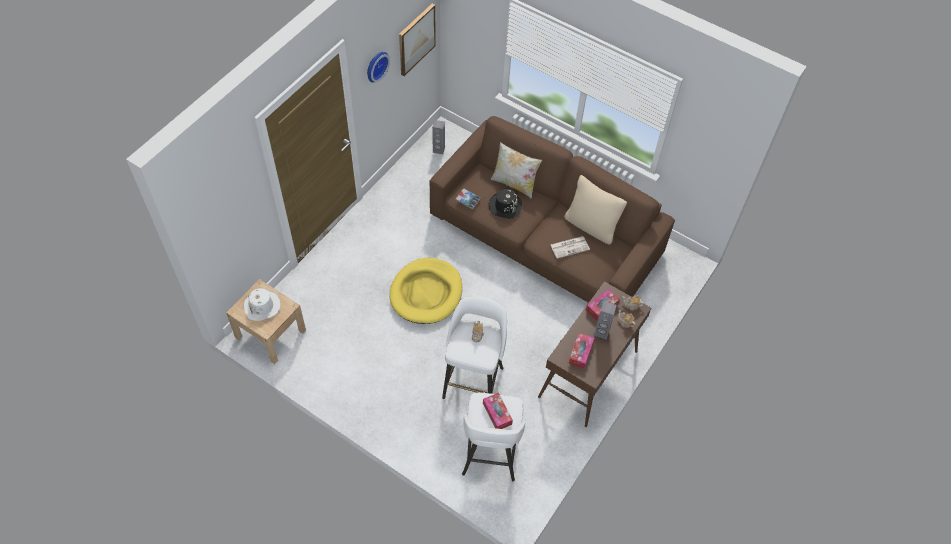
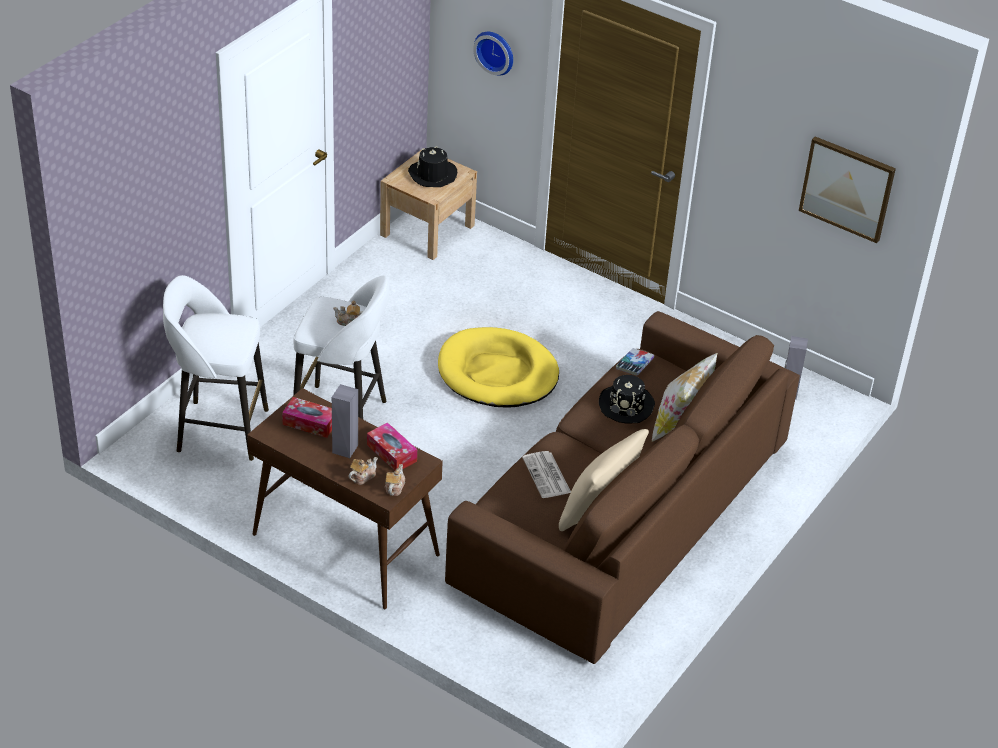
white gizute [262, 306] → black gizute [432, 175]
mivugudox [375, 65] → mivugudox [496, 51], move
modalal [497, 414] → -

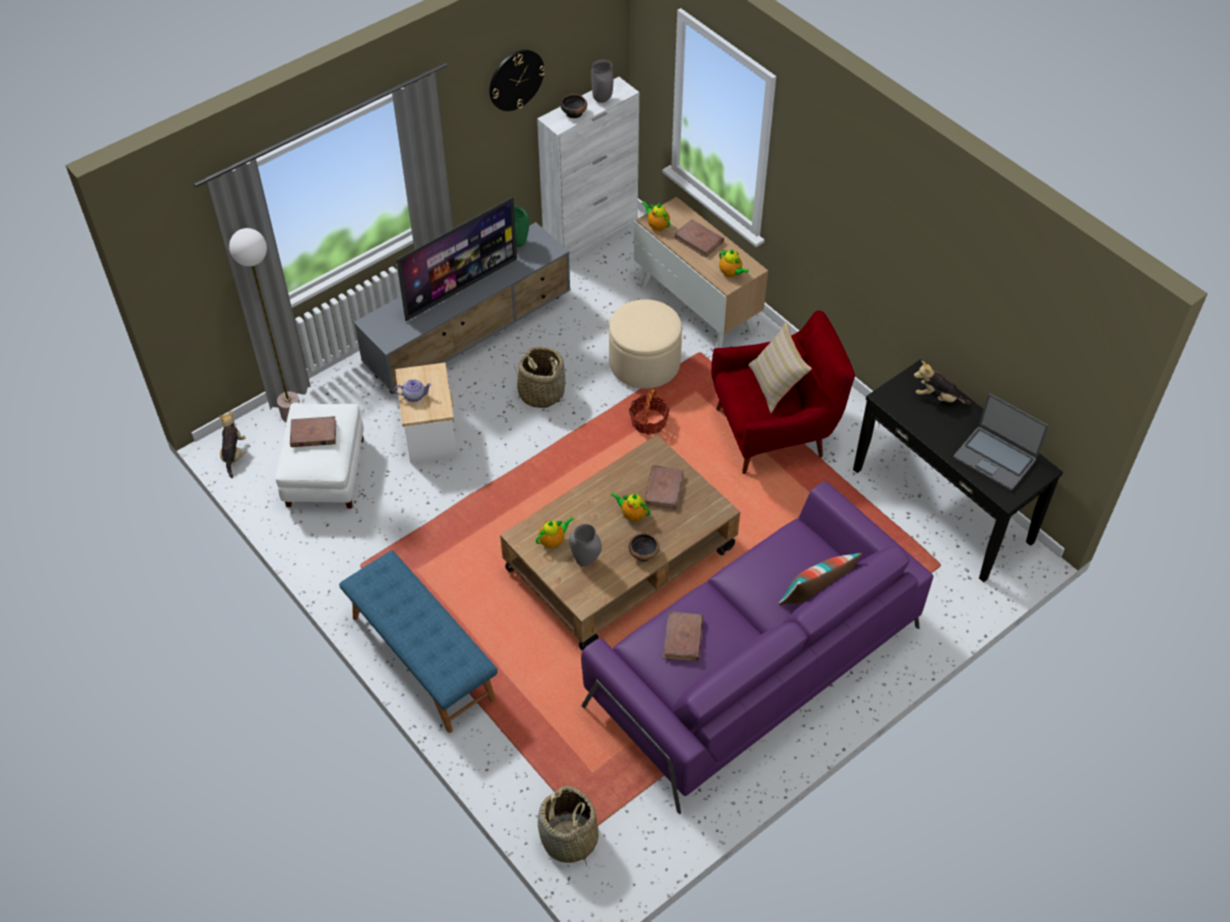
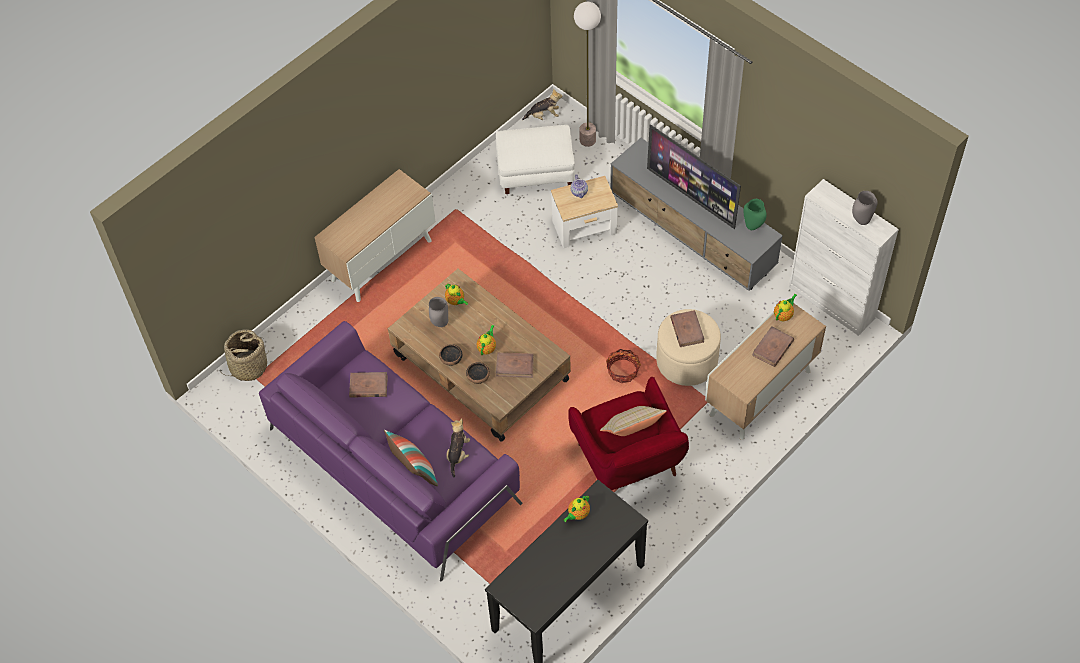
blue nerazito [421, 658] → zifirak [381, 259]
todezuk [938, 397] → todezuk [458, 454], move
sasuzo [573, 113] → sasuzo [478, 377], move
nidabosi [731, 273] → nidabosi [577, 514], move
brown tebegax [313, 434] → brown tebegax [687, 330], move
mivugudox [516, 80] → -
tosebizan [541, 393] → -
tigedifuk [995, 458] → -

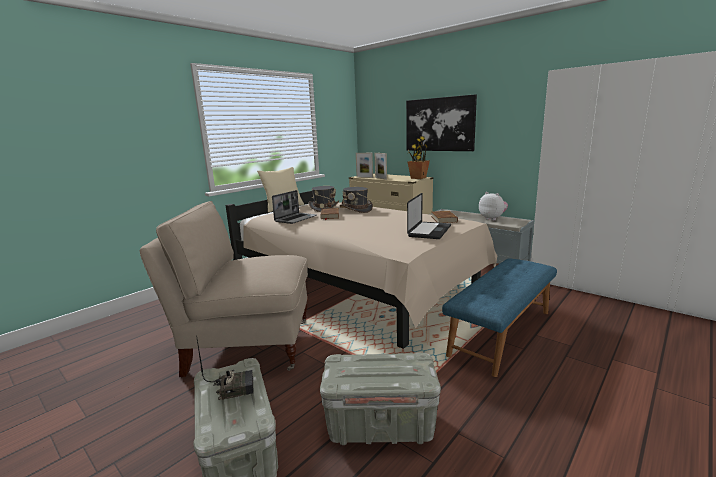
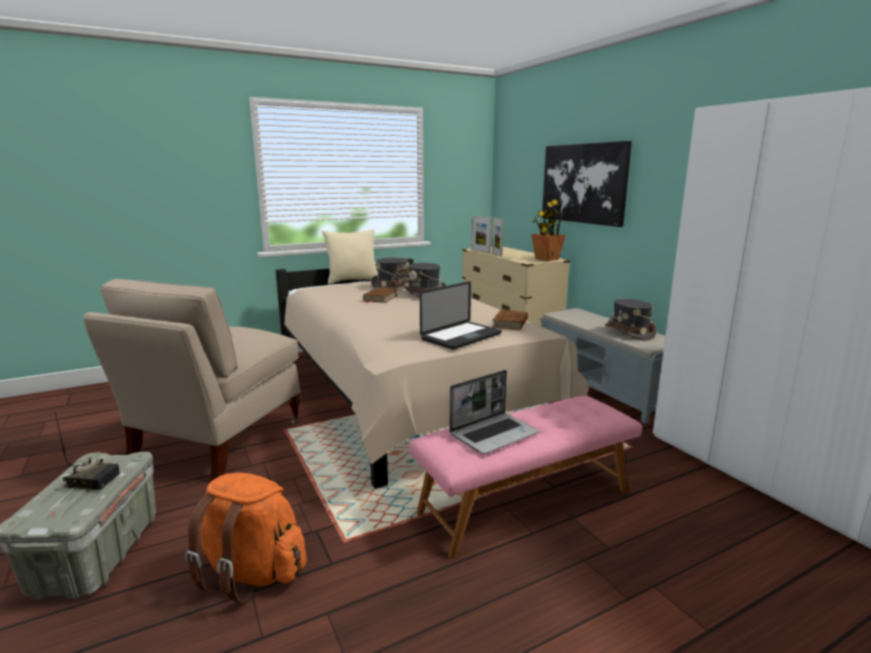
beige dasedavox [247, 346] → beige dasedavox [217, 442], 90 degrees counterclockwise
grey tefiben [380, 425] → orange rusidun [252, 573]
blue nerazito [500, 332] → pink nerazito [524, 501]
tigedifuk [296, 219] → tigedifuk [494, 434], move
todezuk [492, 218] → grey gizute [629, 333]

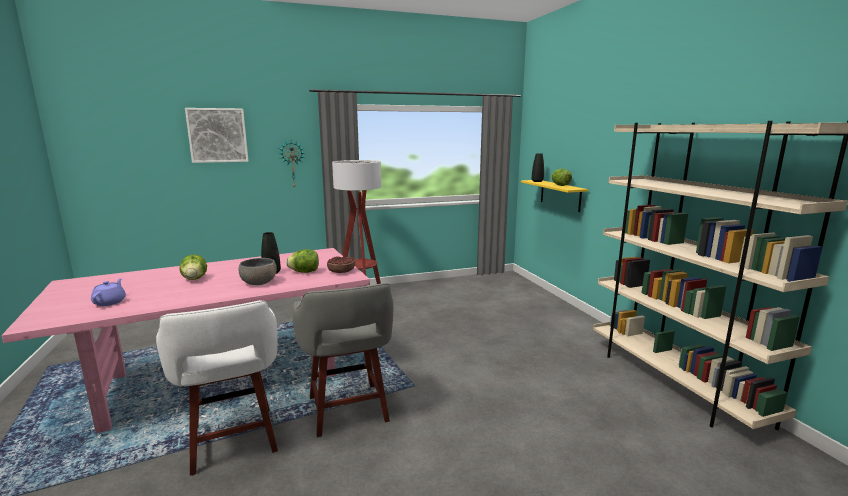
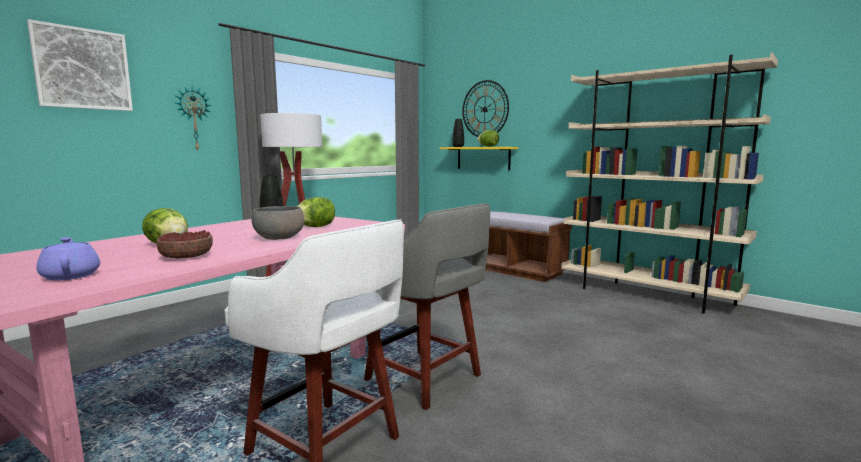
sasuzo [341, 271] → sasuzo [187, 257], move
- → mivugudox [485, 109]
- → brown nerazito [517, 271]

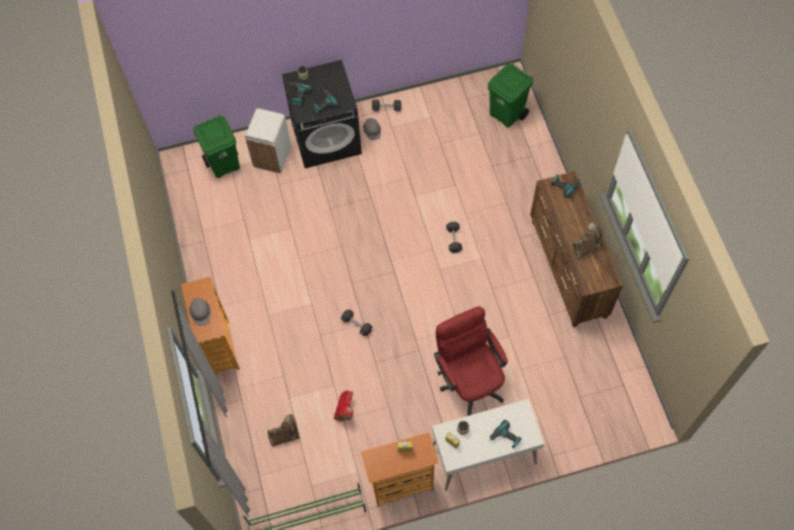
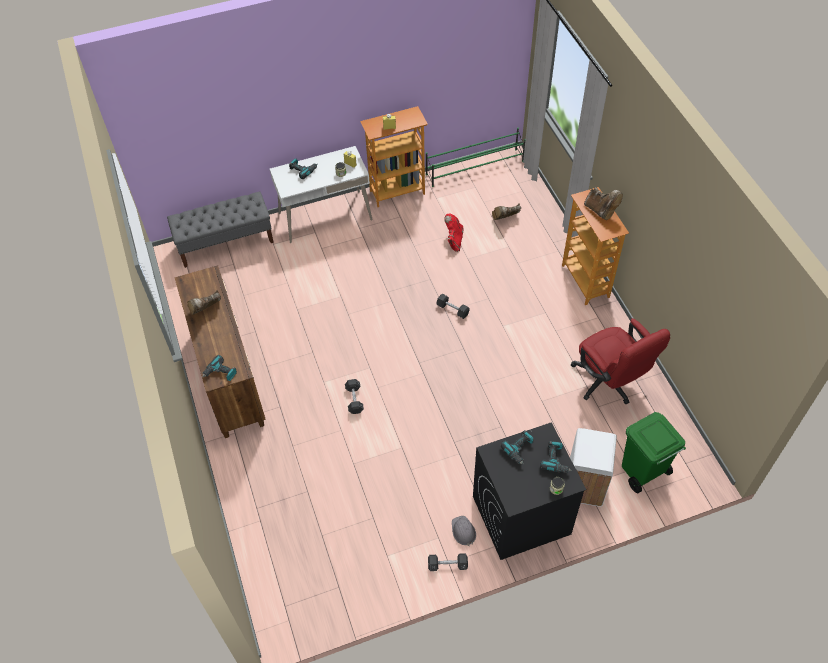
- → grey nerazito [226, 243]
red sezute [469, 379] → red sezute [609, 383], move
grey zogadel [200, 312] → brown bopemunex [600, 211]
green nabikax [507, 114] → -

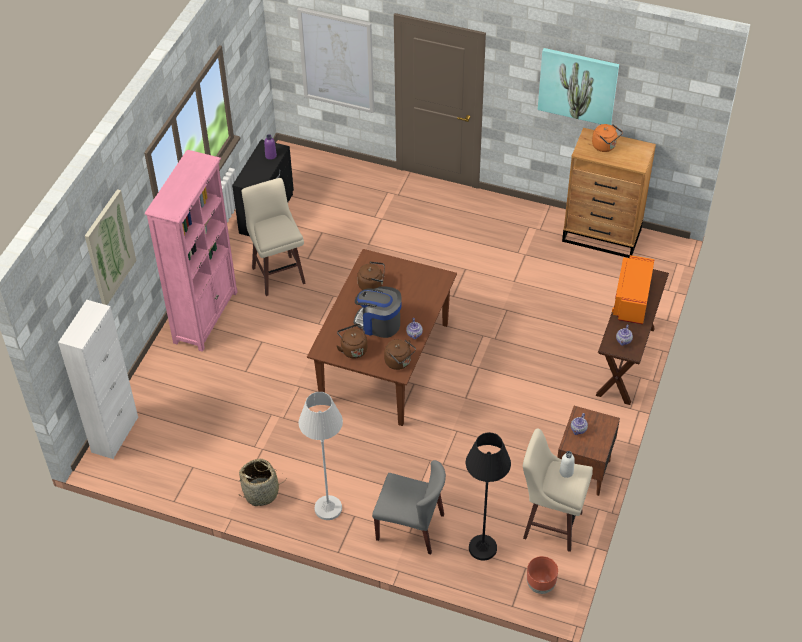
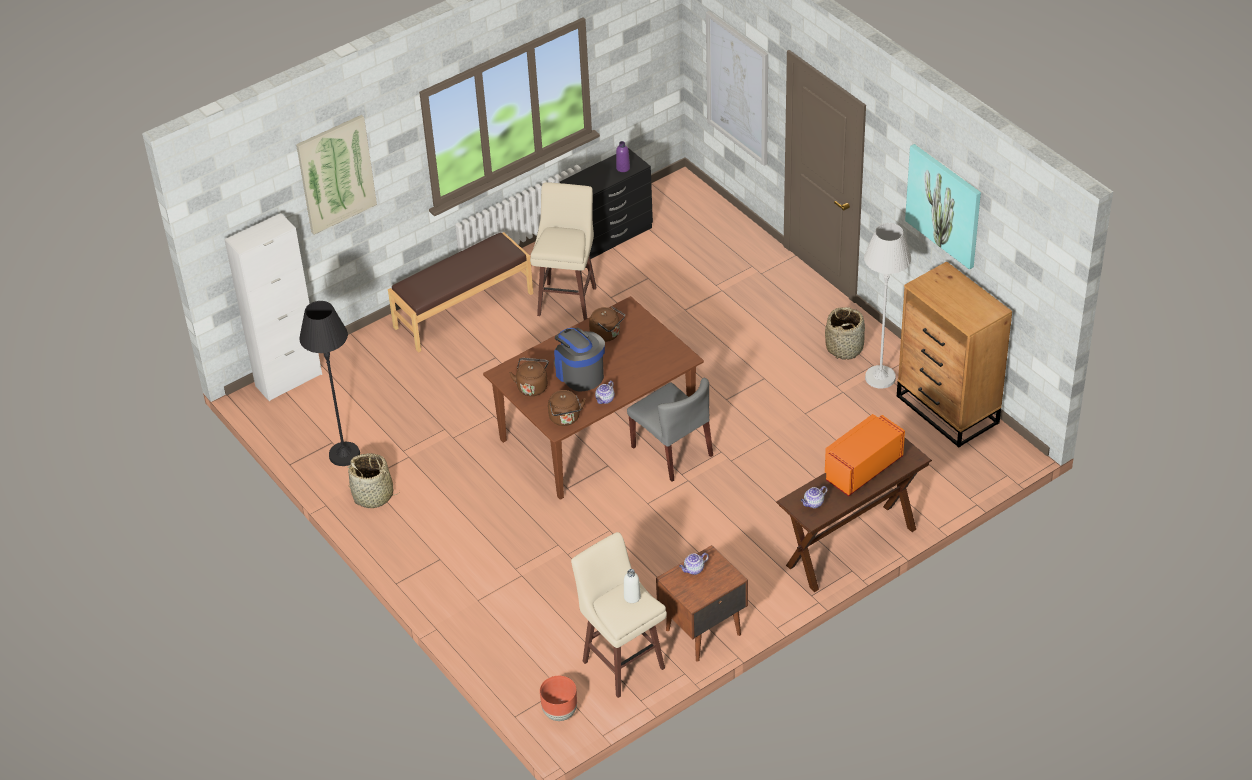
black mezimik [482, 548] → black mezimik [344, 454], move
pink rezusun [206, 316] → brown nerazito [463, 310]
grey dasedavox [411, 527] → grey dasedavox [672, 451], move
- → tosebizan [844, 347]
white mezimik [328, 508] → white mezimik [880, 377], move
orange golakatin [605, 146] → -

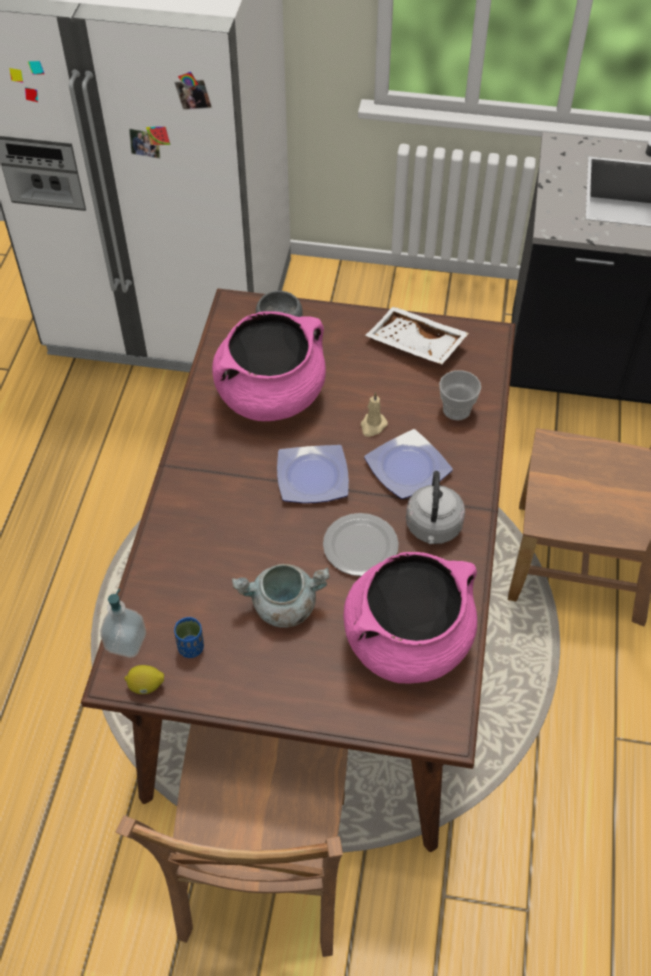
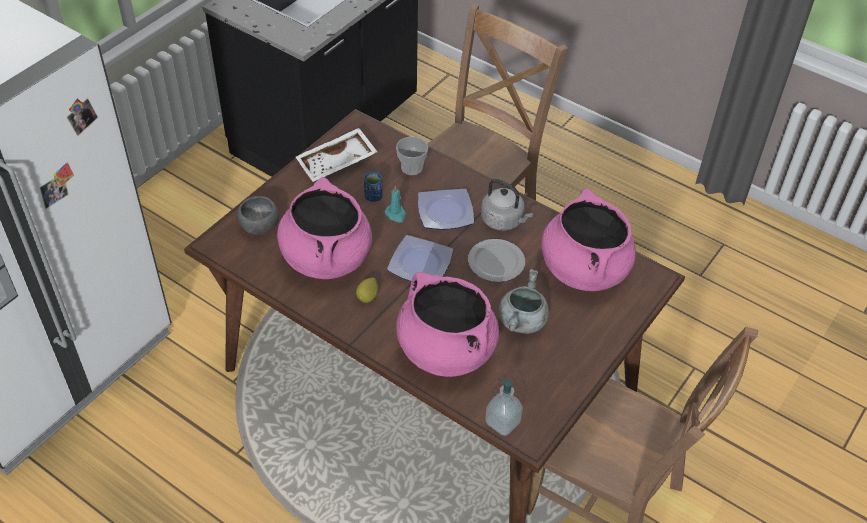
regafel [146, 686] → regafel [368, 297], move
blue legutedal [191, 647] → blue legutedal [373, 197], move
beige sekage [373, 426] → turquoise sekage [396, 214]
- → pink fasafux [445, 350]

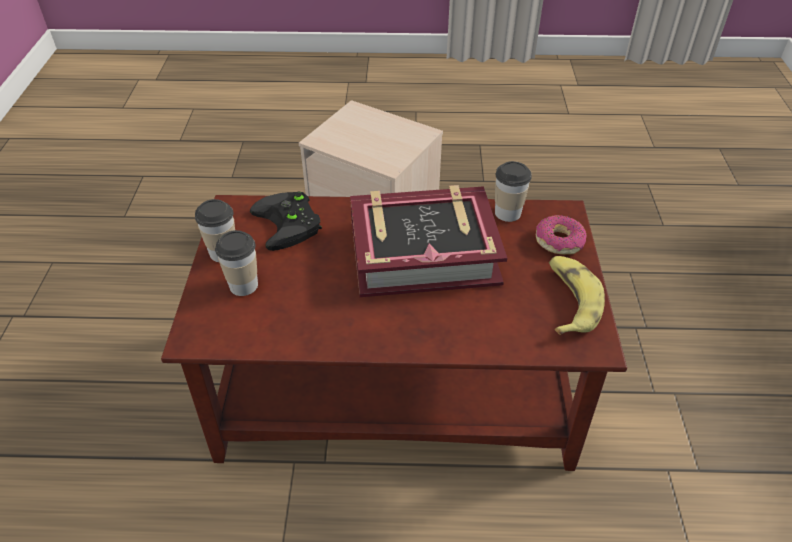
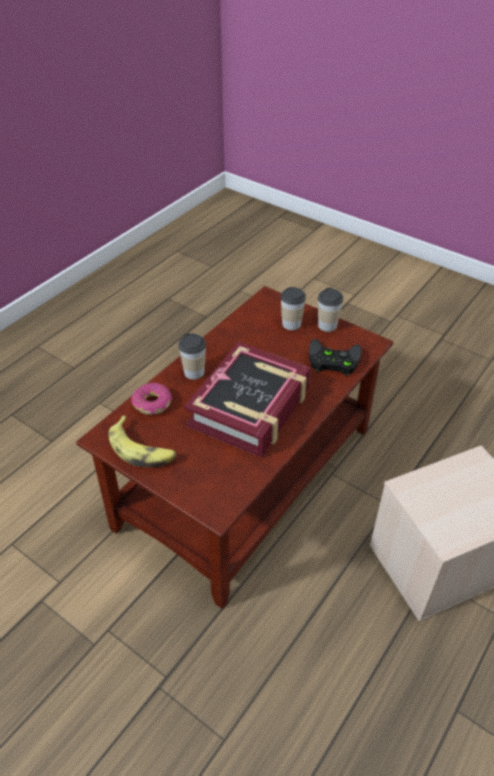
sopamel [559, 241] → sopamel [152, 404], move
legutedal [507, 213] → legutedal [194, 372], move

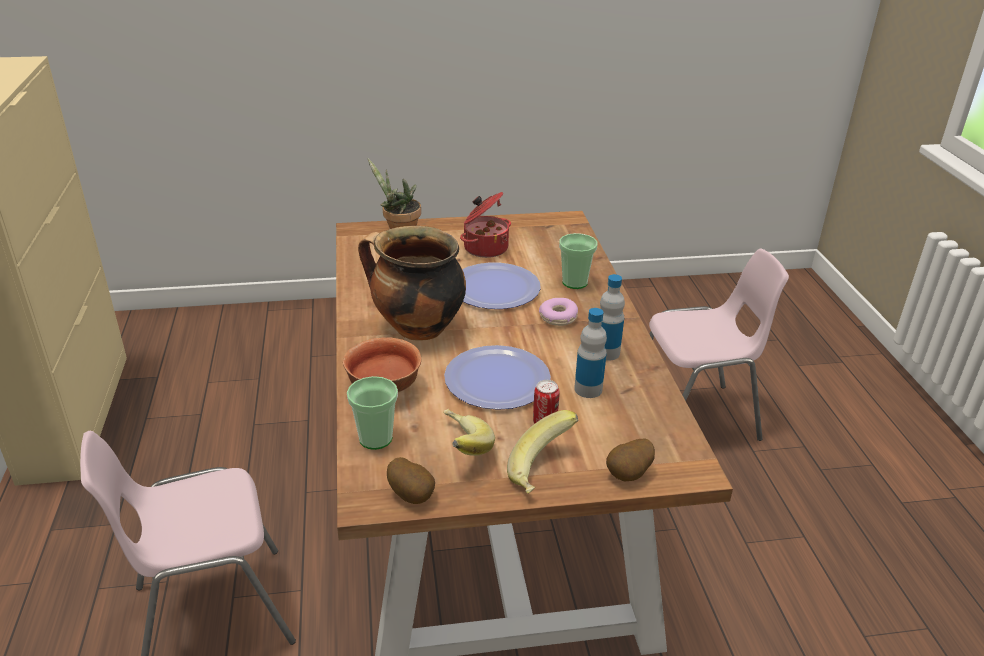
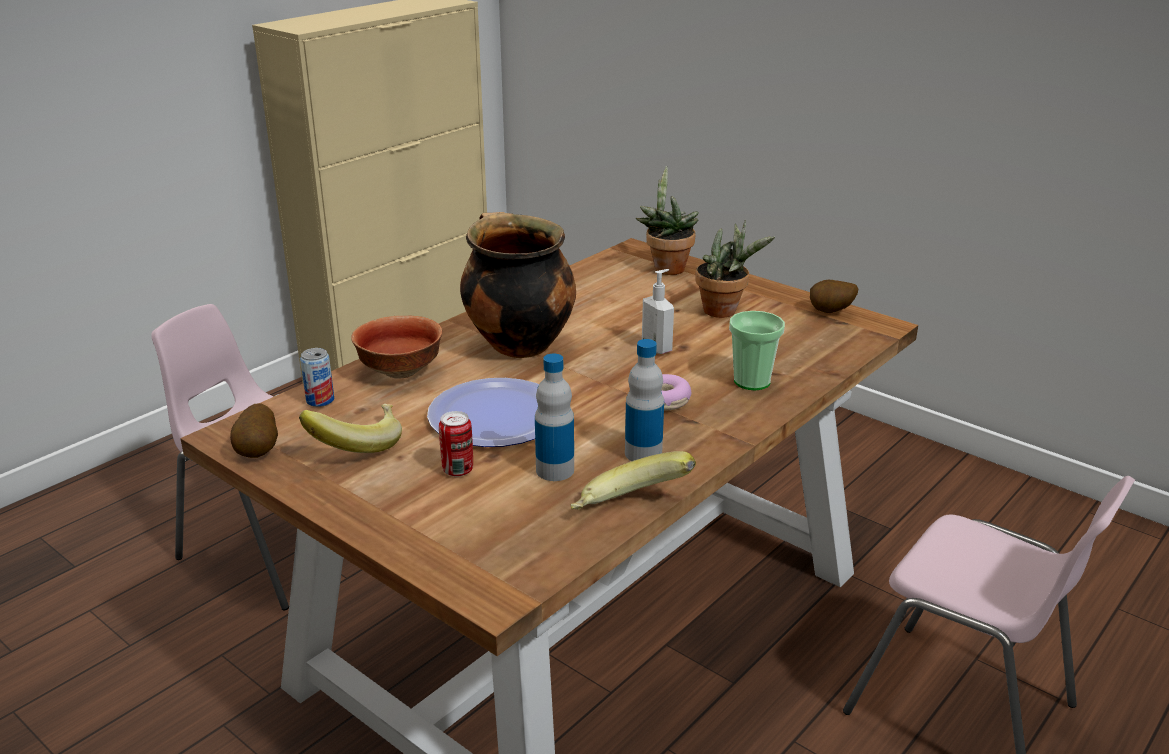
legutedal [375, 438] → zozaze [320, 400]
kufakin [543, 471] → kufakin [630, 511], move
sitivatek [494, 288] → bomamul [657, 348]
fasafux [485, 248] → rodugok [725, 311]
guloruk [629, 475] → guloruk [830, 313], move

